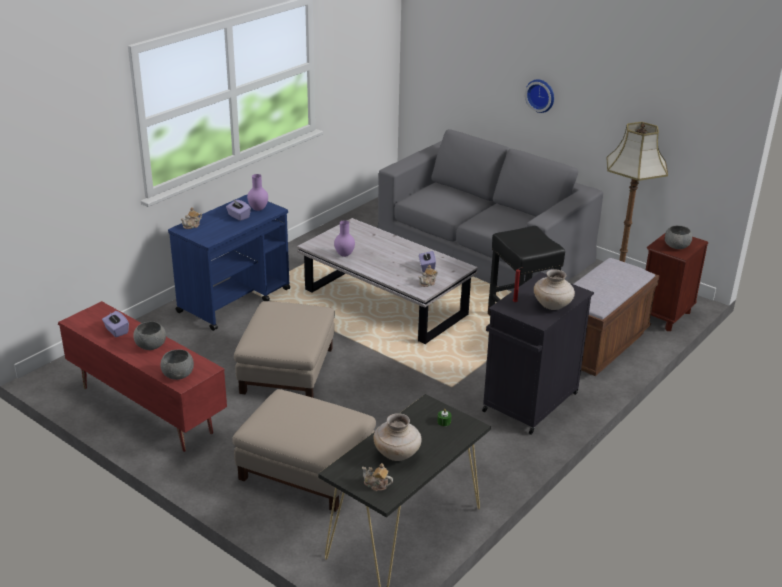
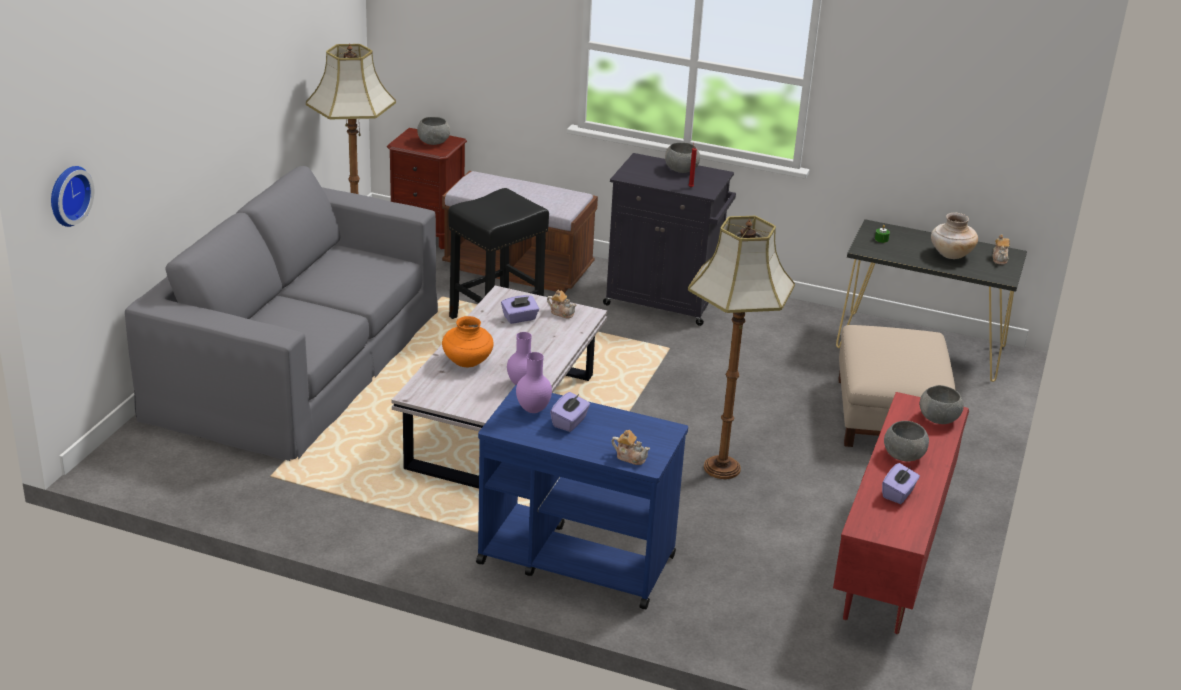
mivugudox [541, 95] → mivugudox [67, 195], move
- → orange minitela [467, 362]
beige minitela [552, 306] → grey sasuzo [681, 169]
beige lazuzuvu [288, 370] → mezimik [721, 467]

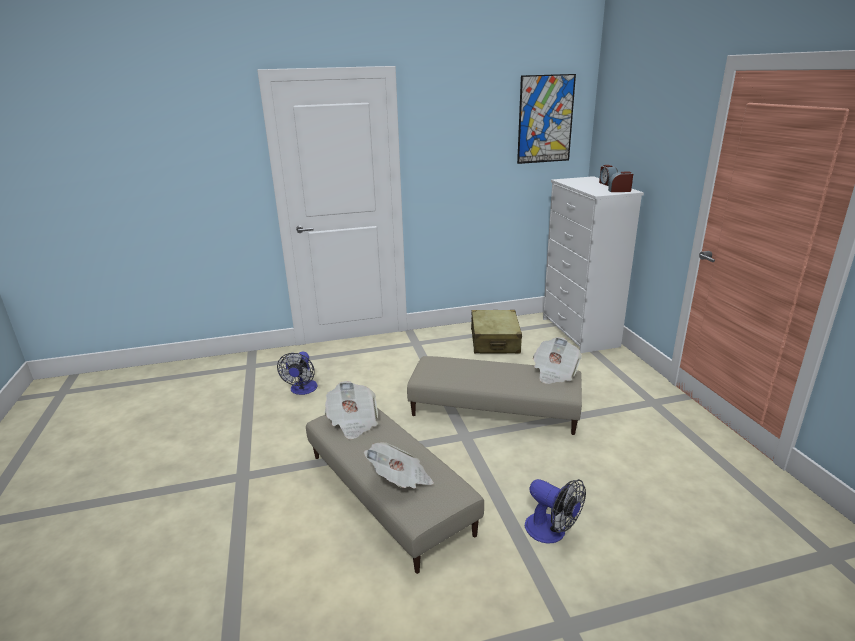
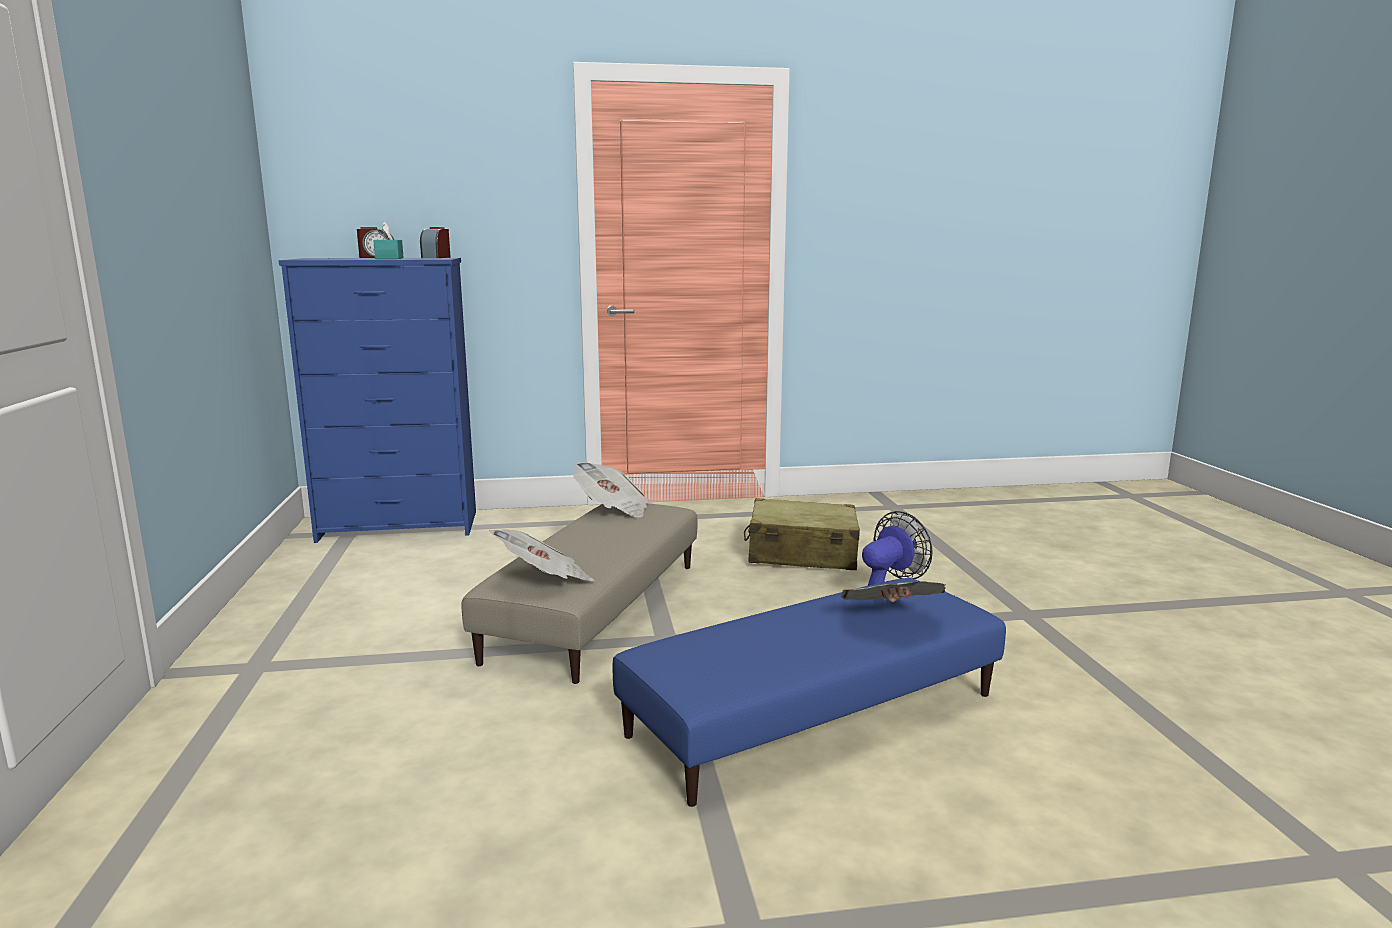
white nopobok [579, 332] → blue nopobok [400, 526]
- → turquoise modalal [389, 258]
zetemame [353, 422] → zetemame [544, 580], move
beige lazuzuvu [389, 492] → blue lazuzuvu [813, 714]
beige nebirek [495, 341] → beige nebirek [801, 554], move
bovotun [302, 390] → -
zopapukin [545, 119] → -

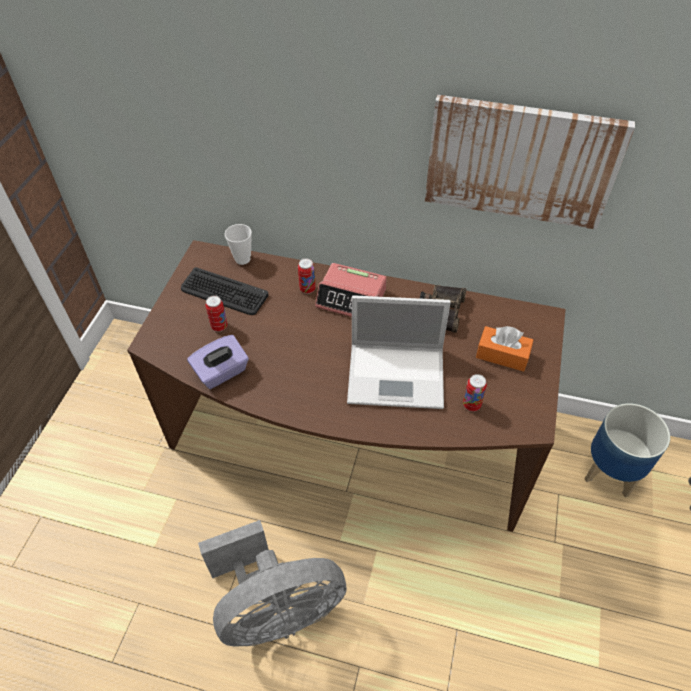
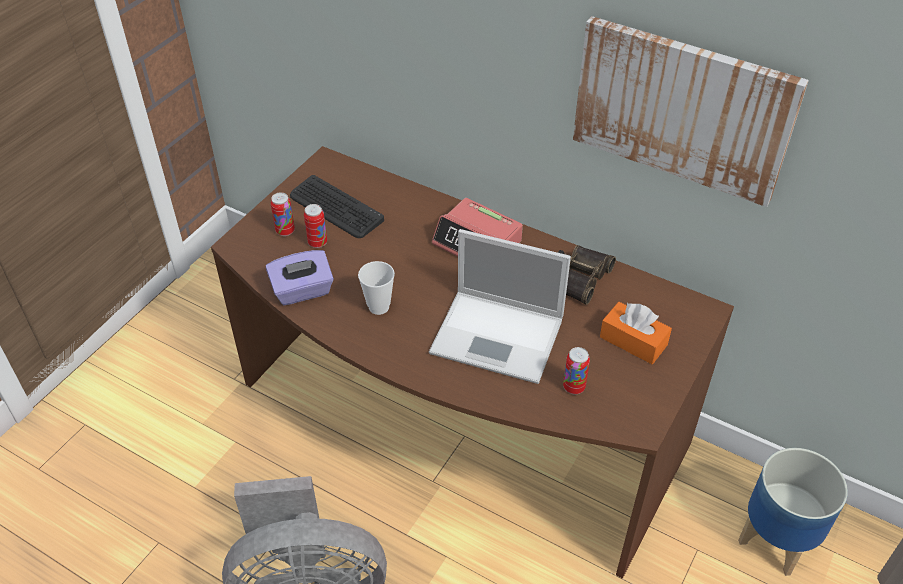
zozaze [307, 289] → zozaze [285, 231], move
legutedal [242, 259] → legutedal [379, 307], move

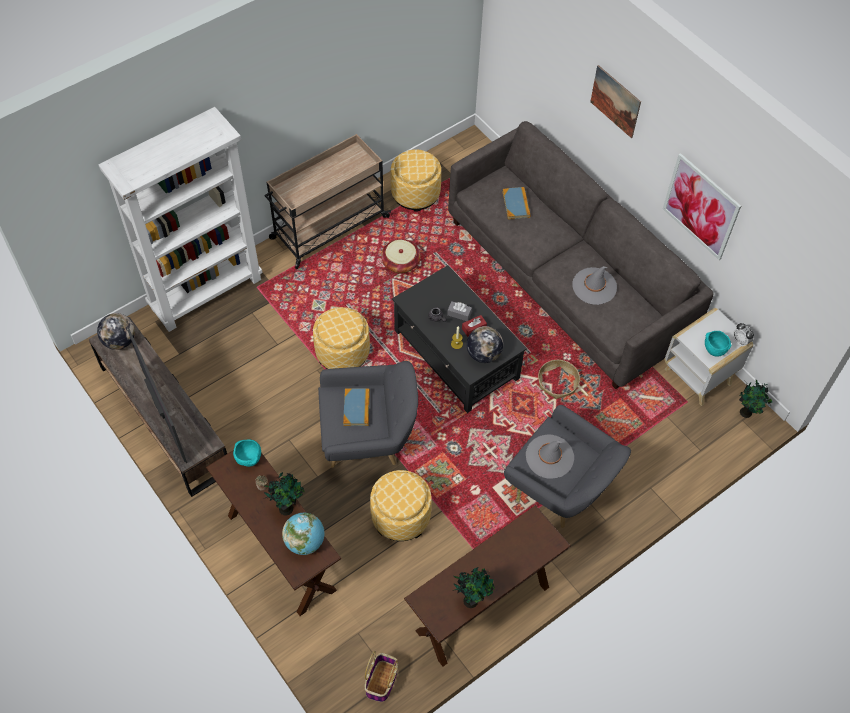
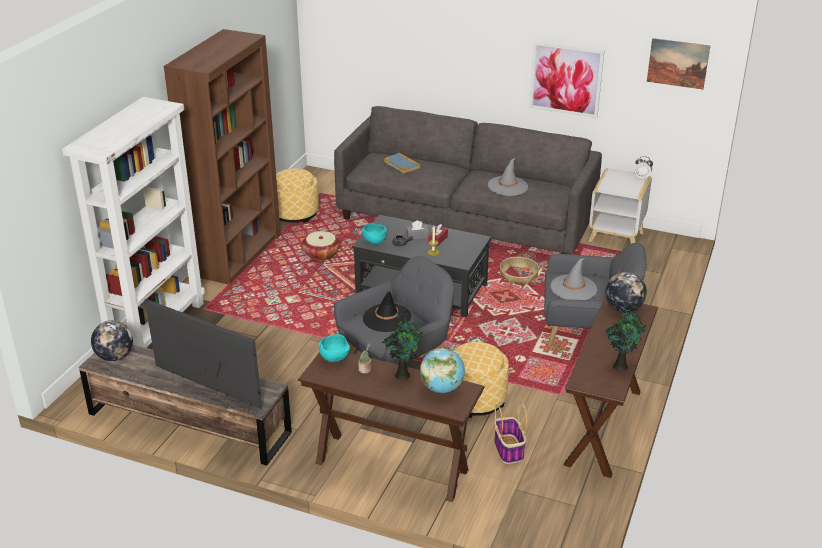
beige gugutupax [328, 228] → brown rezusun [237, 255]
turquoise sasuzo [714, 349] → turquoise sasuzo [374, 242], move
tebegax [356, 408] → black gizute [386, 318]
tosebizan [381, 682] → tosebizan [509, 450], move
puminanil [483, 354] → puminanil [623, 309], move
zopapukin [615, 101] → zopapukin [678, 63], move
lazuzuvu [342, 352] → -
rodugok [747, 413] → -

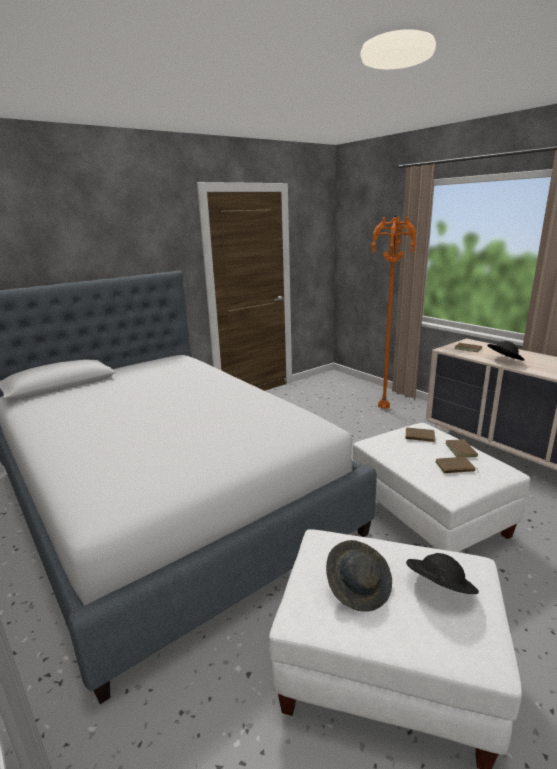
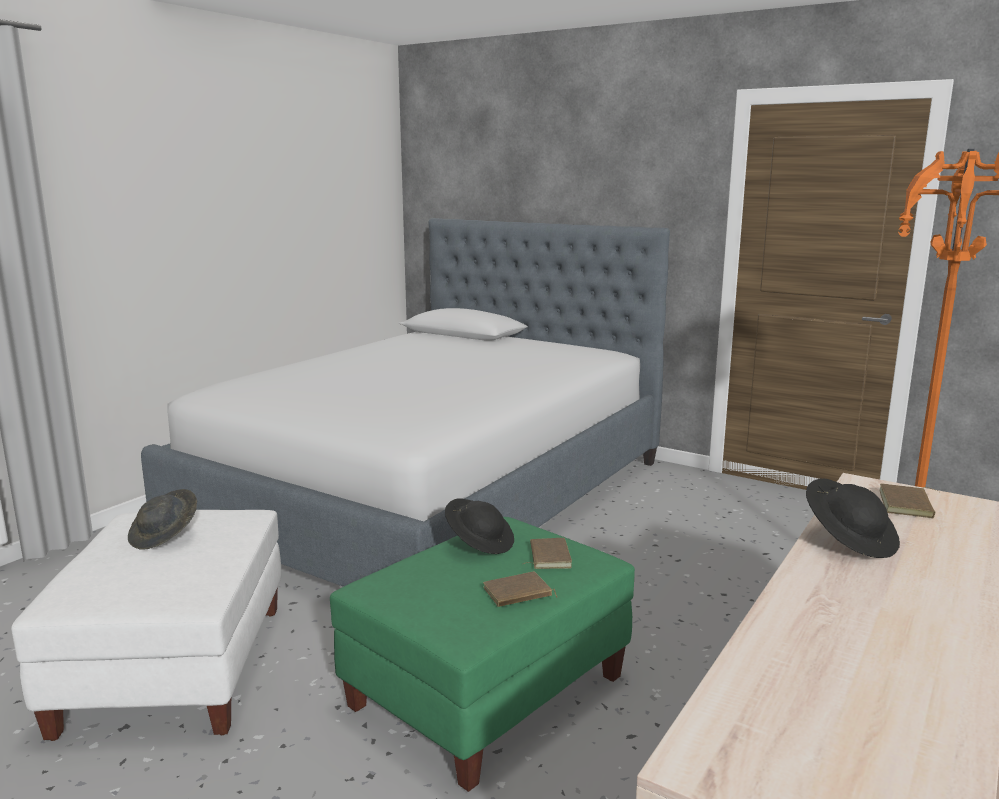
white lazuzuvu [429, 518] → green lazuzuvu [488, 693]
black gizute [439, 589] → black gizute [480, 542], move
brown tebegax [455, 467] → -

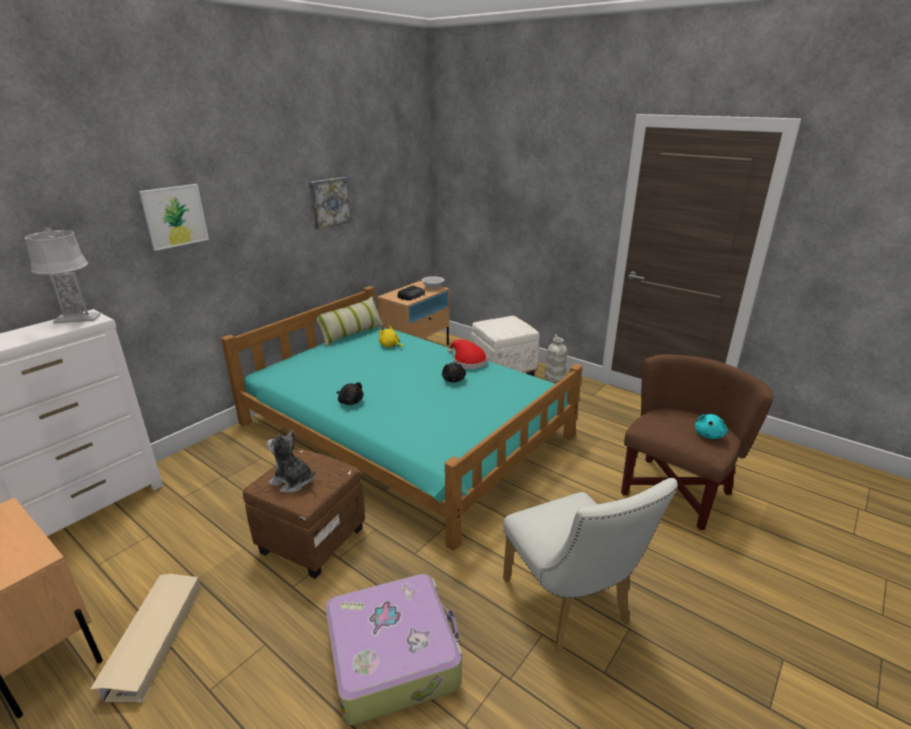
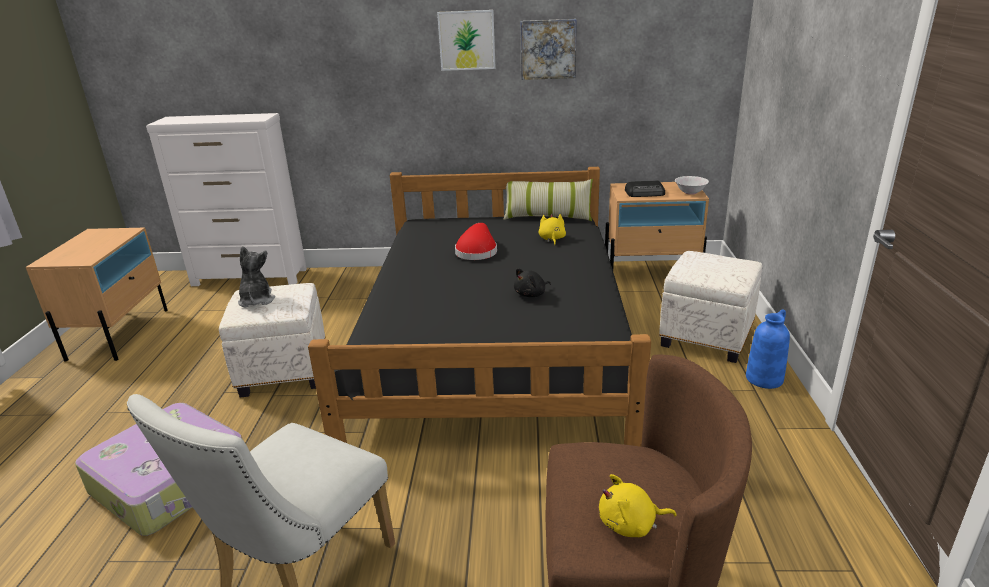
brown lazuzuvu [312, 541] → white lazuzuvu [283, 373]
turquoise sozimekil [405, 430] → black sozimekil [493, 337]
zopapukin [174, 216] → zopapukin [467, 40], move
red gizute [467, 361] → red gizute [477, 251], move
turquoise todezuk [709, 435] → yellow todezuk [630, 524]
white minitela [554, 377] → blue minitela [764, 378]
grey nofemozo [77, 319] → -
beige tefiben [153, 639] → -
black todezuk [350, 401] → -

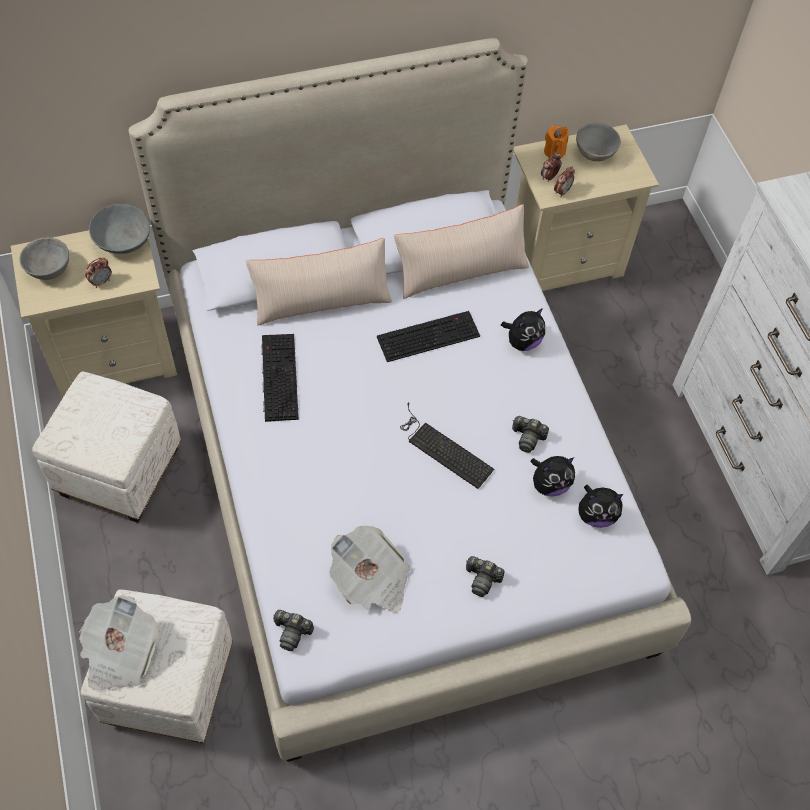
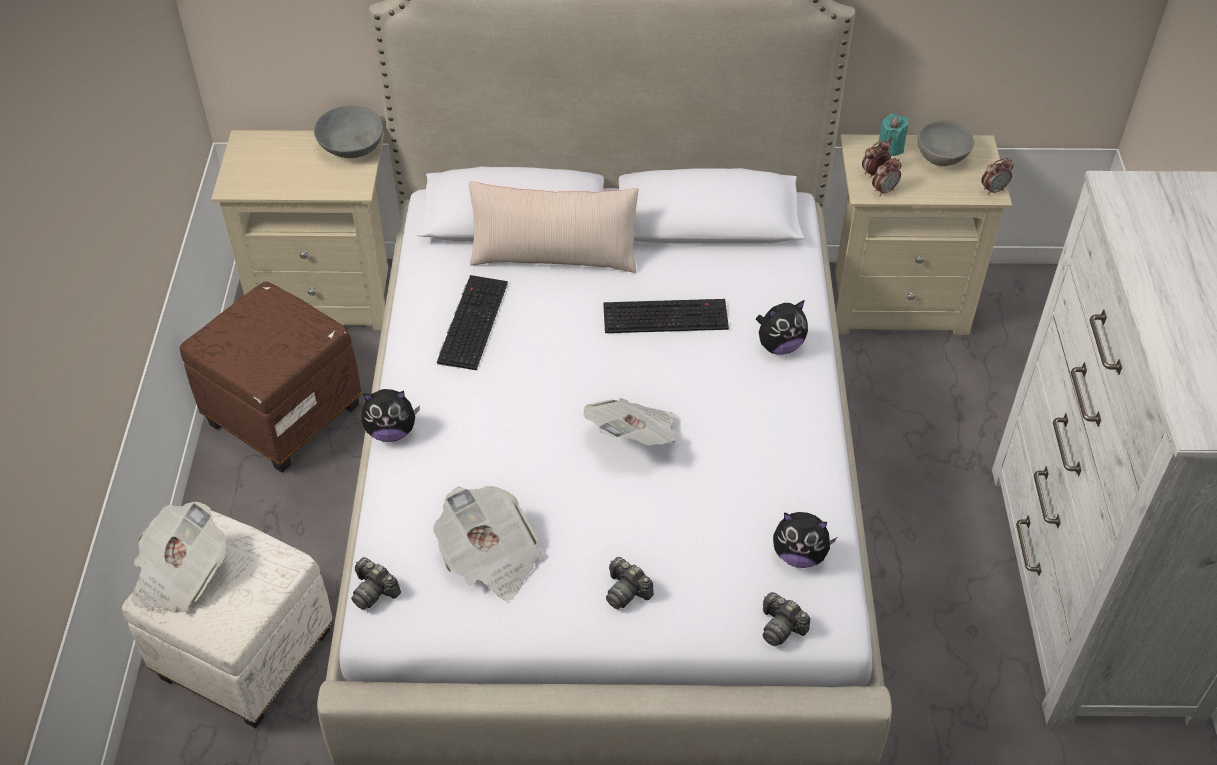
white lazuzuvu [120, 473] → brown lazuzuvu [284, 416]
todezuk [549, 484] → todezuk [391, 432], move
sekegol [443, 448] → zetemame [635, 437]
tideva [528, 438] → tideva [781, 627], move
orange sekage [554, 151] → turquoise sekage [890, 148]
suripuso [101, 281] → suripuso [993, 190], move
grey sasuzo [48, 270] → -
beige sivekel [461, 271] → -

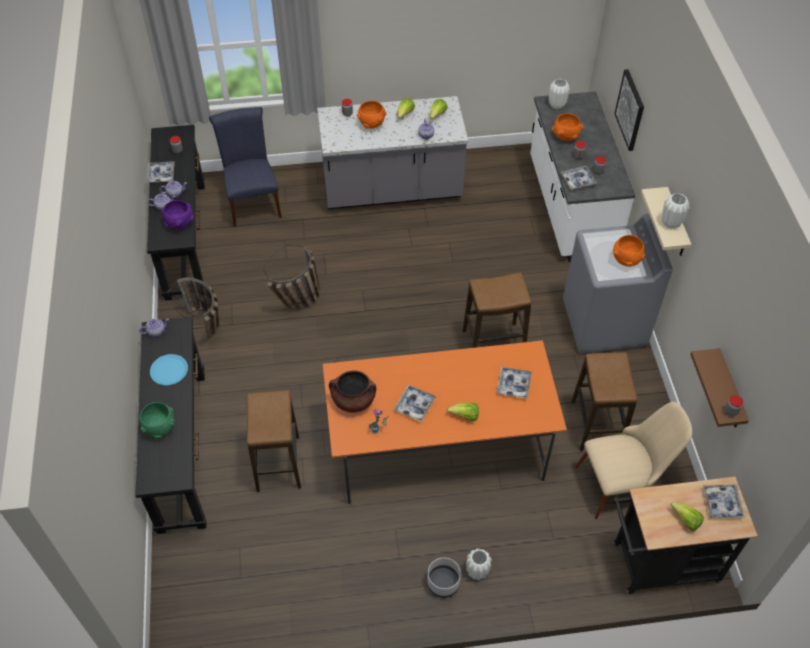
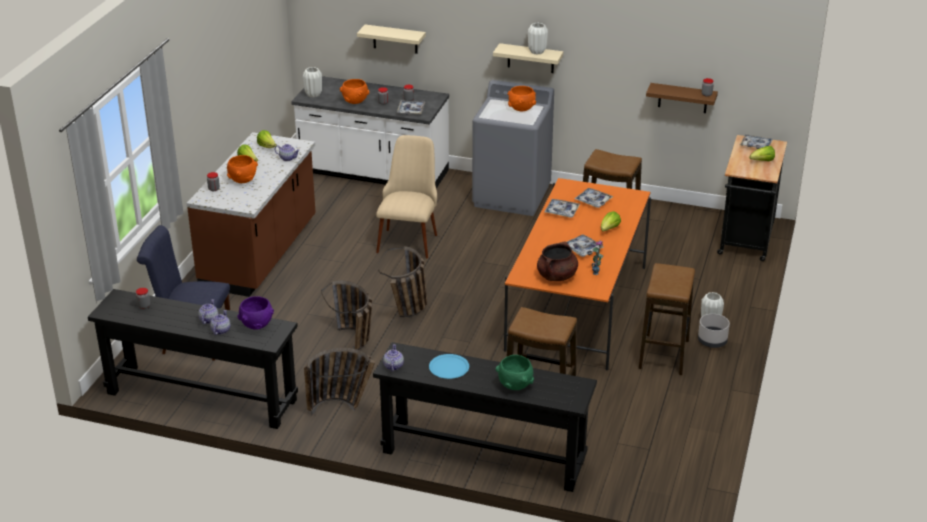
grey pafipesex [392, 190] → brown pafipesex [260, 254]
zopapukin [630, 110] → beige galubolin [395, 39]
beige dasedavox [621, 484] → beige dasedavox [409, 237], move
- → tosebizan [408, 311]
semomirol [161, 174] → semomirol [561, 211], move
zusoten [493, 342] → zusoten [664, 355], move

